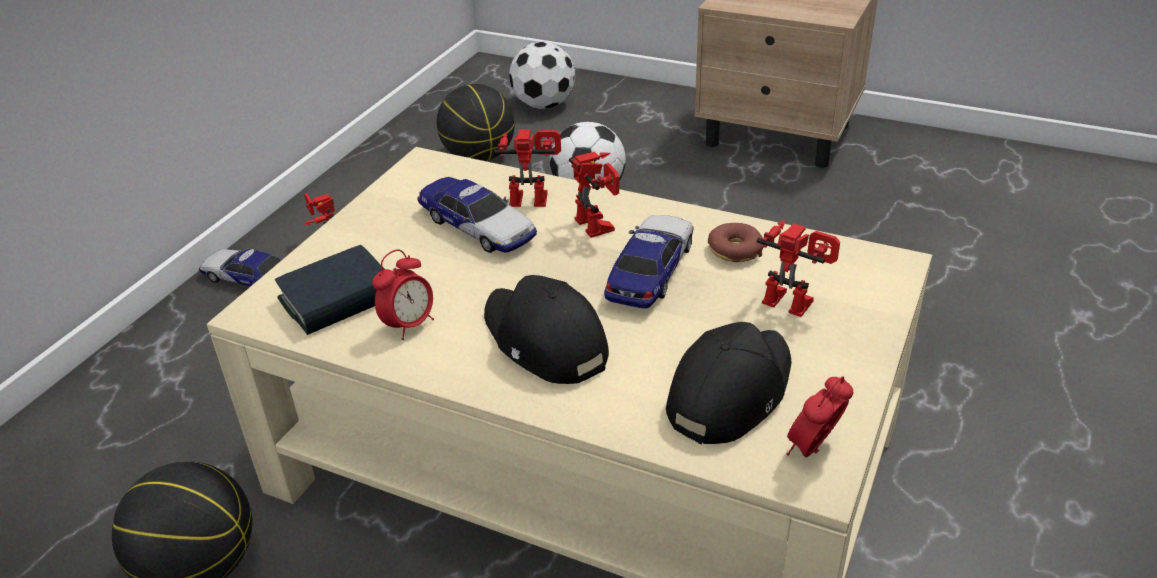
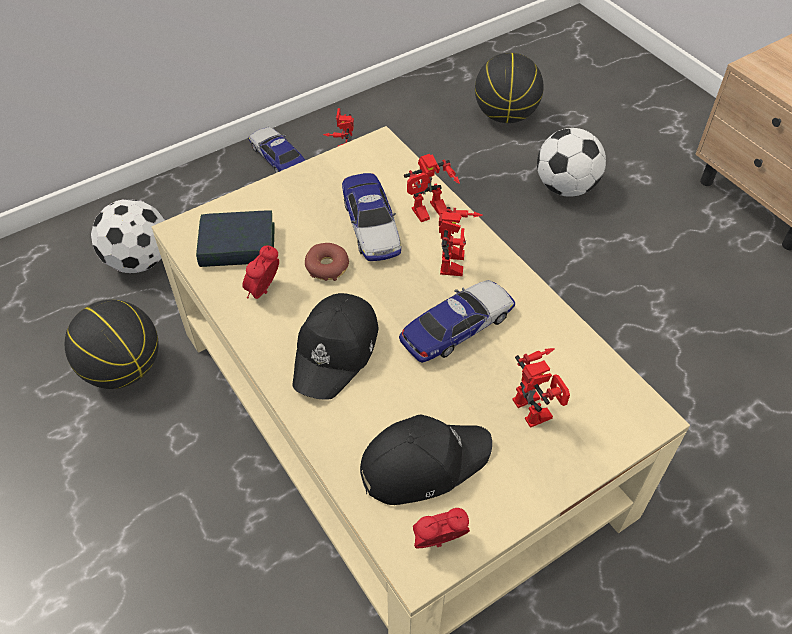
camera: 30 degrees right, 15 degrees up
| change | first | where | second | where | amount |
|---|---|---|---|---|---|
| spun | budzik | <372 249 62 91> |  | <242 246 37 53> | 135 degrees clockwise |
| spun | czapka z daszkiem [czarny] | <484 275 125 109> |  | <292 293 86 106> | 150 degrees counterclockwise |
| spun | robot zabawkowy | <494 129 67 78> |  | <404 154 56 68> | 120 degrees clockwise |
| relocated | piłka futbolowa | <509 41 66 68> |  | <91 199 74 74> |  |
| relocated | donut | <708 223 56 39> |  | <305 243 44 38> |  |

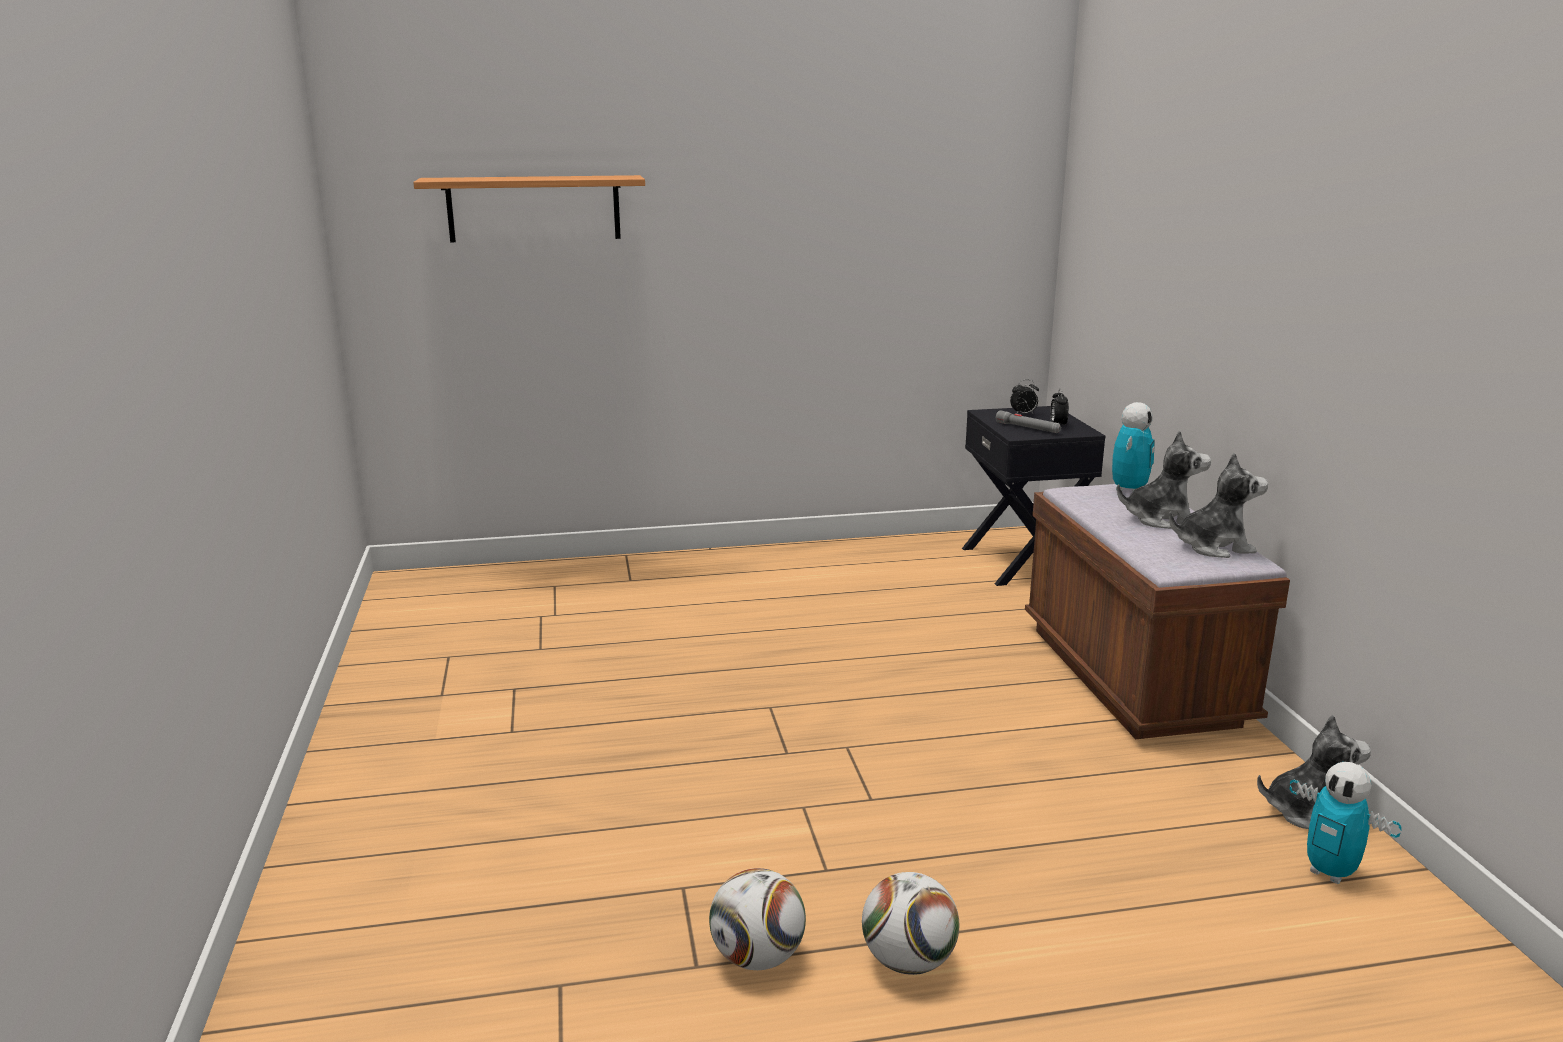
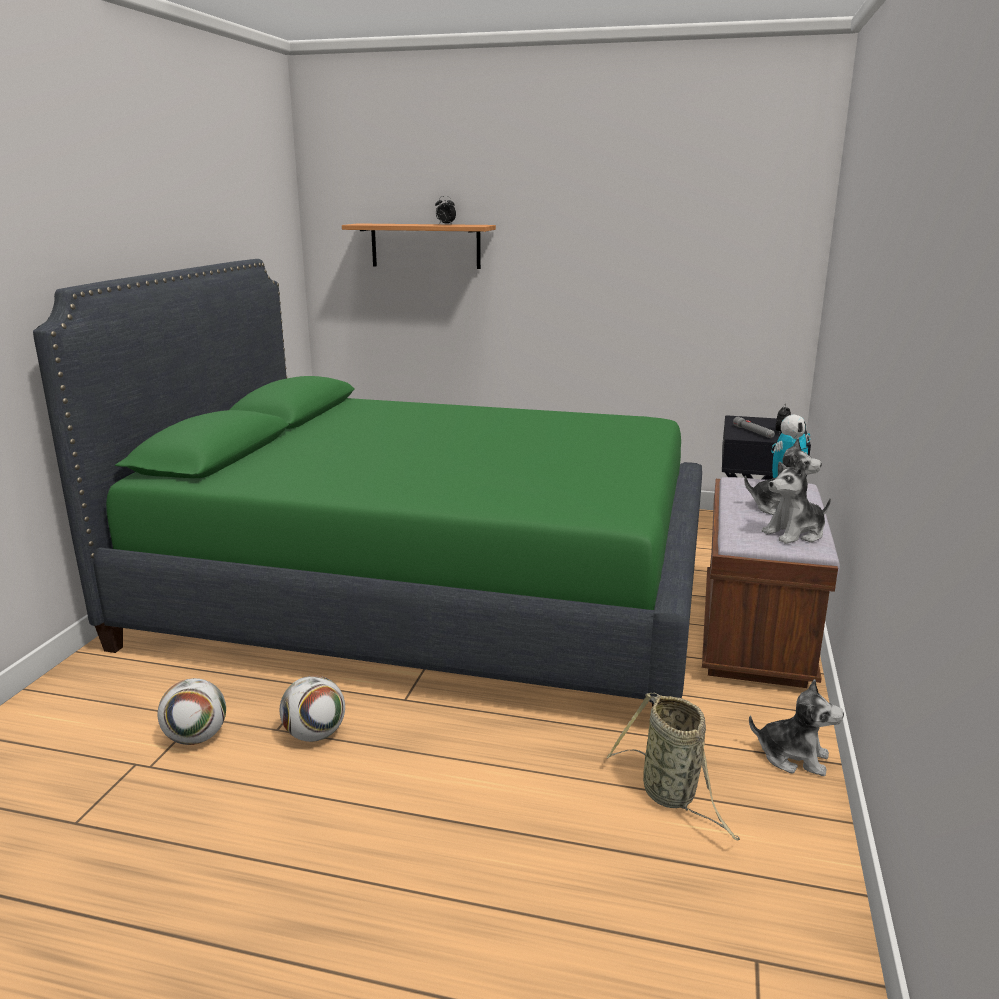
camera: 25 degrees right, 0 degrees up
| change | first | where | second | where | amount |
|---|---|---|---|---|---|
| relocated | piłka futbolowa | <862 872 97 103> |  | <158 678 68 67> |  |
| relocated | budzik | <1010 380 29 34> |  | <435 196 21 28> |  |
| spun | pluszak | <1169 453 99 105> |  | <761 460 70 84> | 135 degrees clockwise |
| missing | robot zabawkowy | <1290 762 112 122> |  |  |  |
| appeared |  |  | łóżko [zielony] | <33 259 669 448> |  |
| appeared |  |  | koszyk | <607 693 133 147> |  |

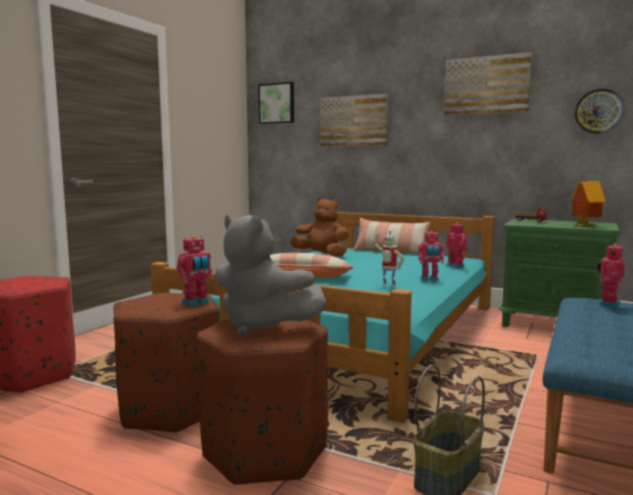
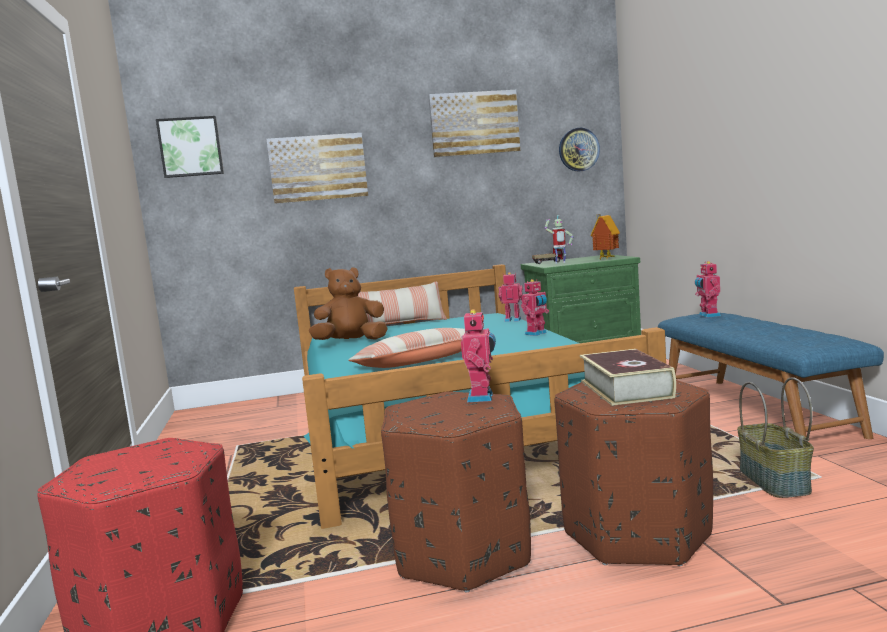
camera: 40 degrees left, 0 degrees up
| change | first | where | second | where | amount |
|---|---|---|---|---|---|
| exchanged | pluszak [szary] | <215 215 112 121> | książka | <580 349 96 57> |  |
| relocated | robot zabawkowy | <374 230 30 57> |  | <545 215 28 49> |  |

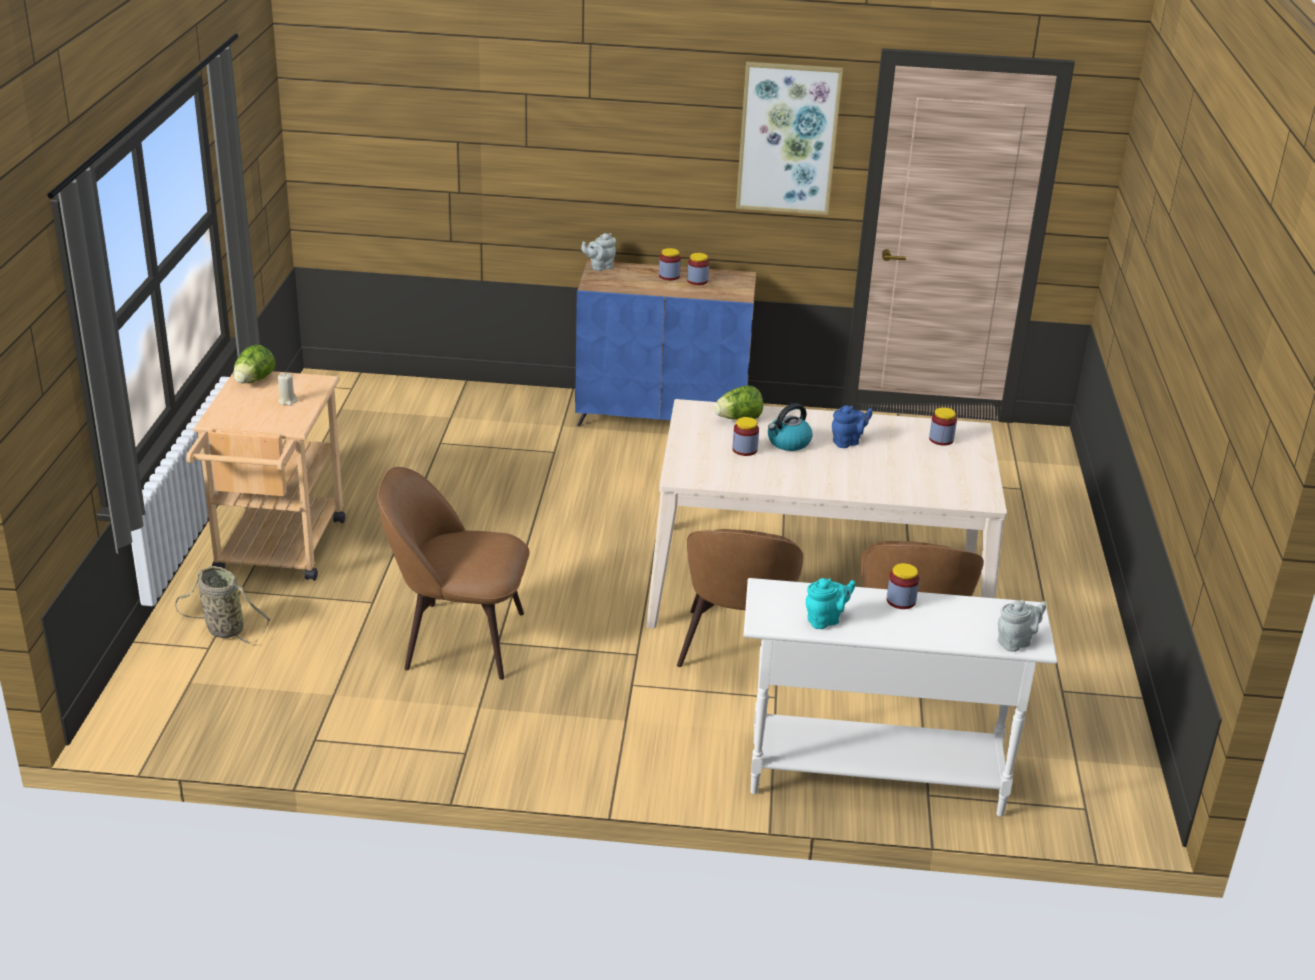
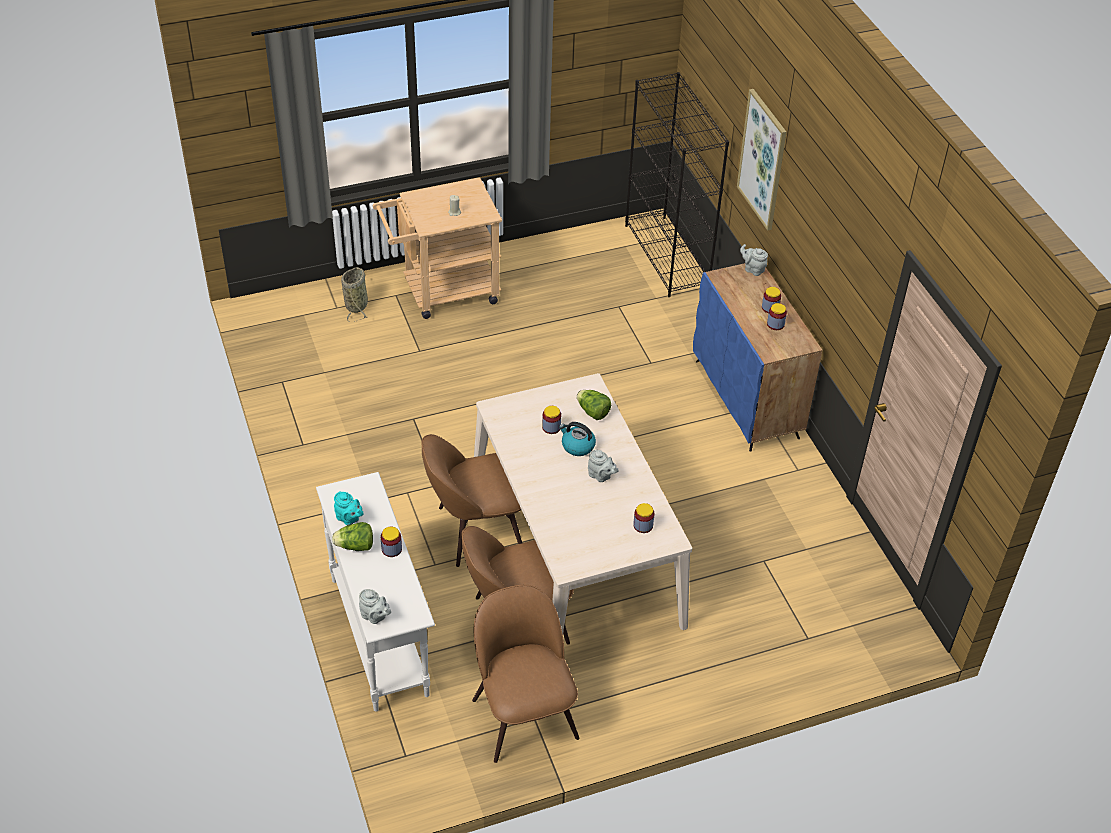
camera: 65 degrees right, 15 degrees up
| change | first | where | second | where | amount |
|---|---|---|---|---|---|
| relocated | sałata | <233 345 43 38> |  | <332 522 41 29> |  |
| relocated | krzesło [brązowy] | <377 467 153 213> |  | <472 585 107 178> |  |
| relocated | obraz | <736 62 107 153> |  | <737 89 49 142> |  |
| colour | imbryk [niebieski] | <832 405 40 43> | imbryk [szary] | <588 449 30 33> |  |
| appeared |  |  | regał [czarny] | <625 72 104 225> |  |

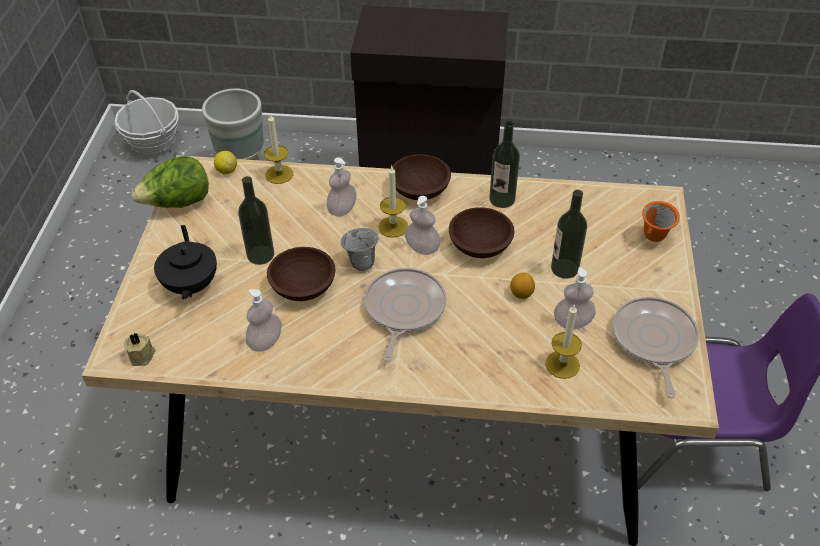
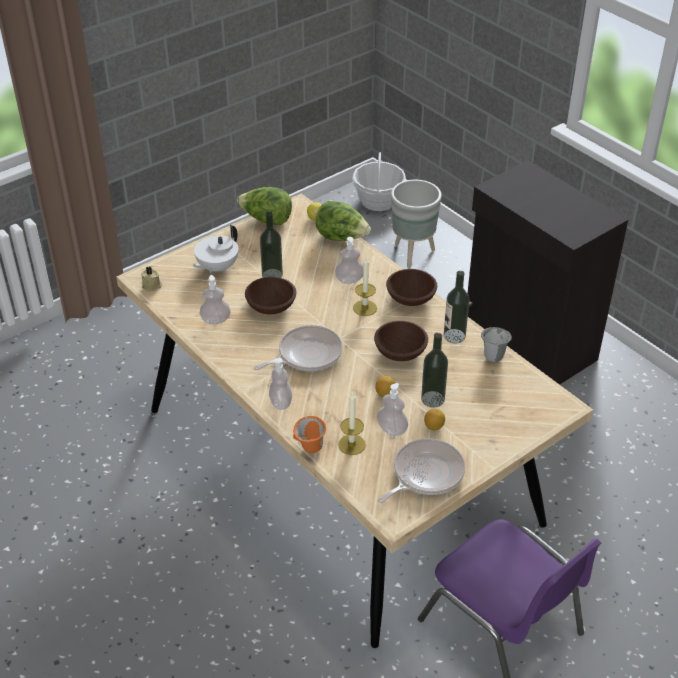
camera: 45 degrees right, 5 degrees down
| change | first | where | second | where | amount |
|---|---|---|---|---|---|
| colour | imbryk [czarny] | <154 225 63 75> | imbryk [biały] | <192 225 47 49> |  |
| exchanged | świeca | <264 114 29 70> | sałata | <315 201 56 40> |  |
| relocated | kubek [szary] | <341 228 37 43> |  | <481 327 31 35> |  |
| relocated | dozownik mydła | <405 196 36 59> |  | <269 358 23 52> |  |
| relocated | kubek [pomarańczowy] | <642 201 38 41> |  | <293 416 33 37> |  |
| appeared |  |  | cytryna | <424 408 21 23> |  |

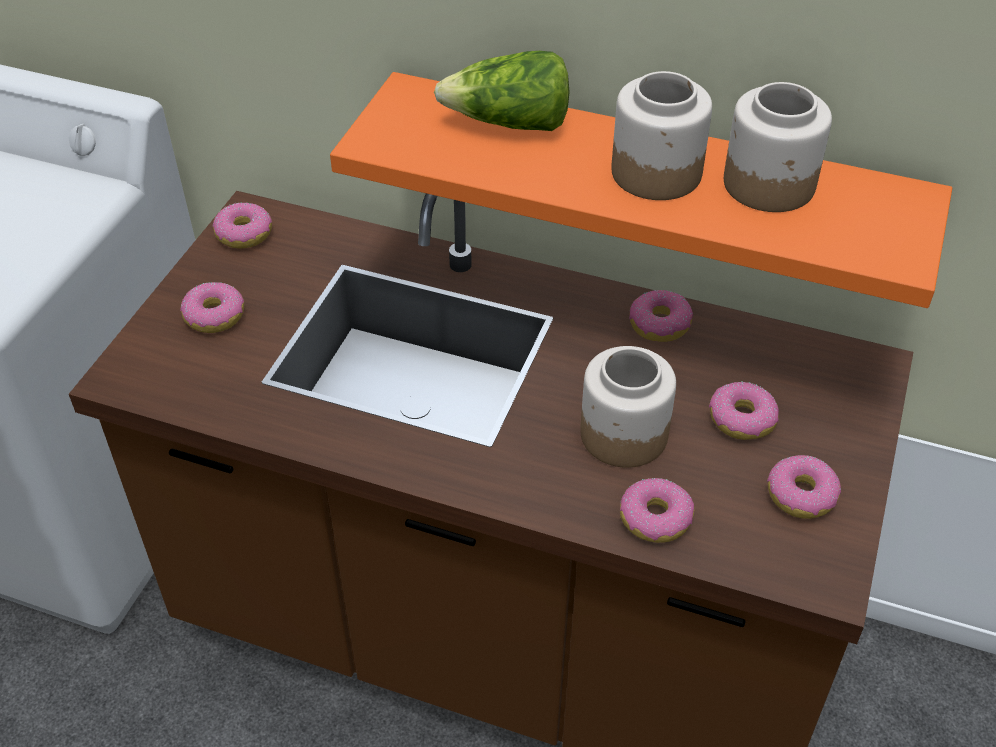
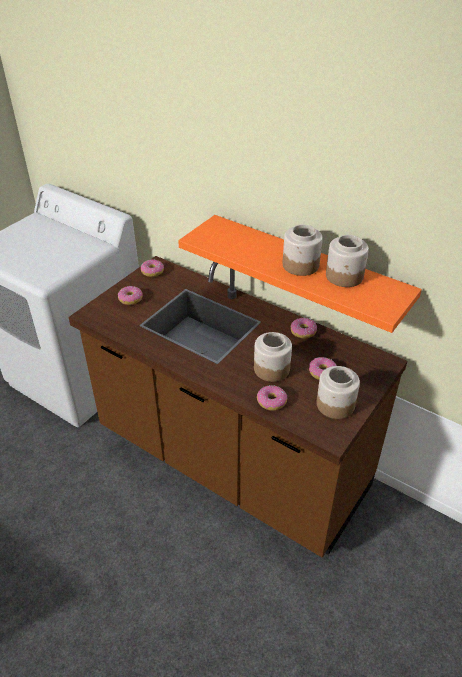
camera: 15 degrees right, 5 degrees down
| change | first | where | second | where | amount |
|---|---|---|---|---|---|
| missing | sałata | <434 51 136 80> |  |  |  |
| exchanged | donut | <767 455 74 64> | słoik | <316 366 44 53> |  |

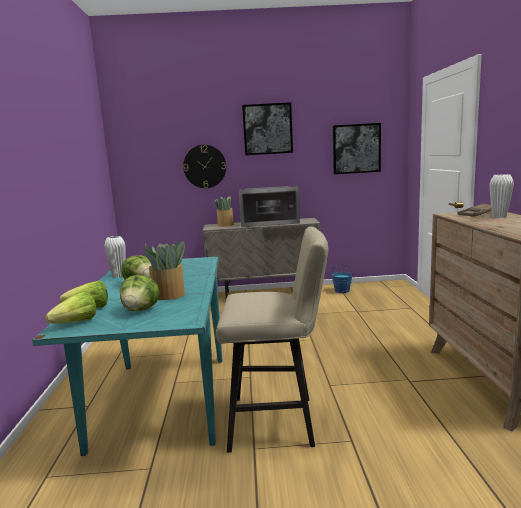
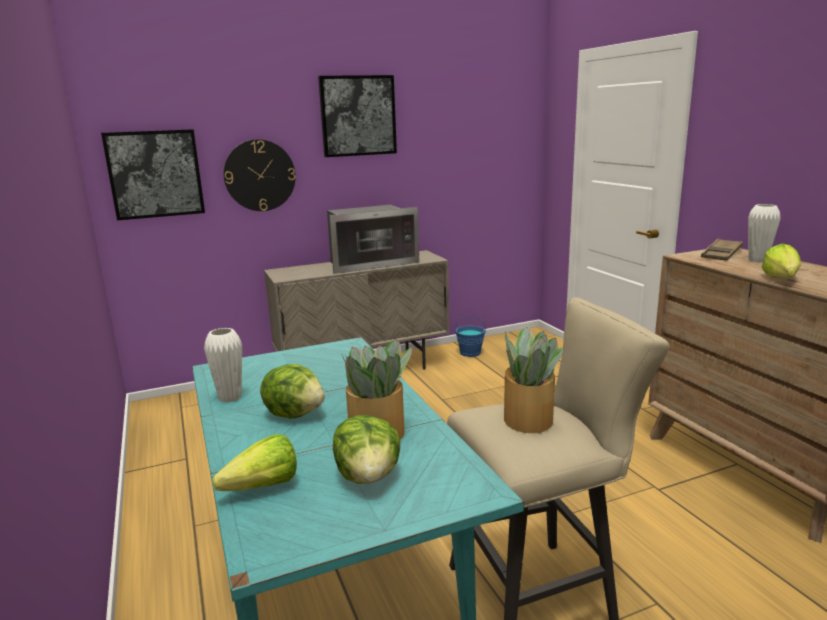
camera: 20 degrees left, 5 degrees up
| change | first | where | second | where | amount |
|---|---|---|---|---|---|
| relocated | sałata | <45 291 51 32> |  | <762 244 39 34> |  |
| relocated | roślina doniczkowa | <214 196 20 31> |  | <504 327 60 106> |  |
| relocated | obraz | <333 123 48 51> |  | <101 129 104 91> |  |

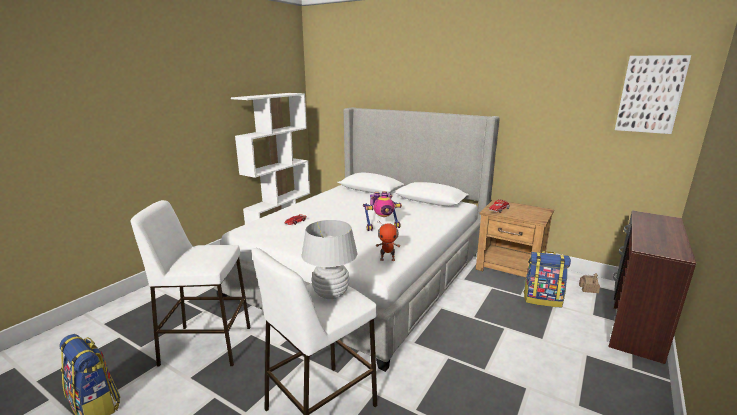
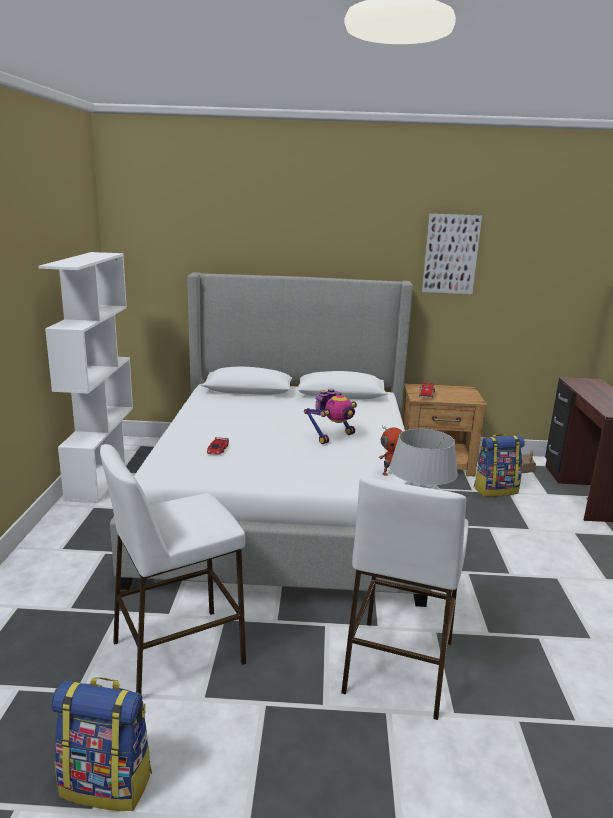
camera: 30 degrees left, 0 degrees up
| change | first | where | second | where | amount |
|---|---|---|---|---|---|
| relocated | obraz | <615 55 76 79> |  | <422 214 60 80> |  |

